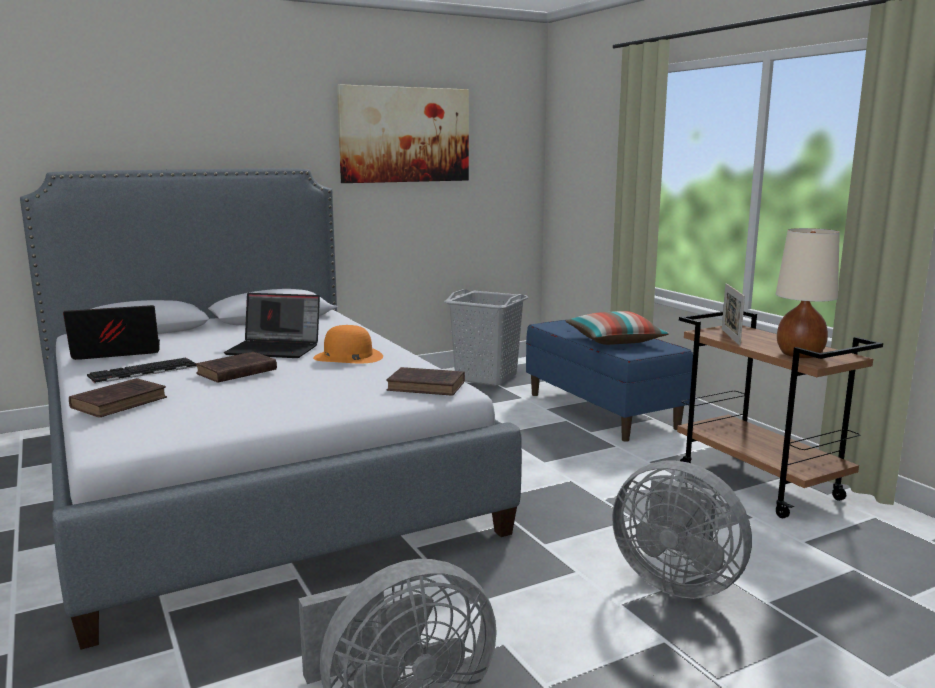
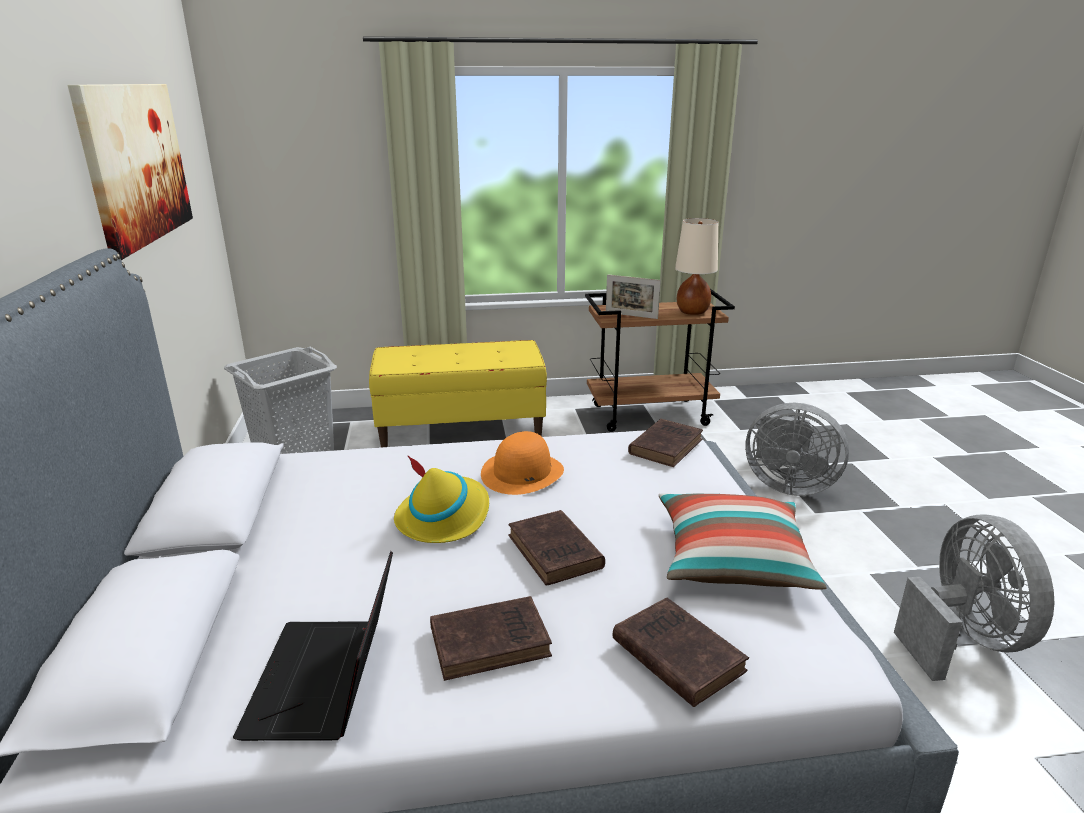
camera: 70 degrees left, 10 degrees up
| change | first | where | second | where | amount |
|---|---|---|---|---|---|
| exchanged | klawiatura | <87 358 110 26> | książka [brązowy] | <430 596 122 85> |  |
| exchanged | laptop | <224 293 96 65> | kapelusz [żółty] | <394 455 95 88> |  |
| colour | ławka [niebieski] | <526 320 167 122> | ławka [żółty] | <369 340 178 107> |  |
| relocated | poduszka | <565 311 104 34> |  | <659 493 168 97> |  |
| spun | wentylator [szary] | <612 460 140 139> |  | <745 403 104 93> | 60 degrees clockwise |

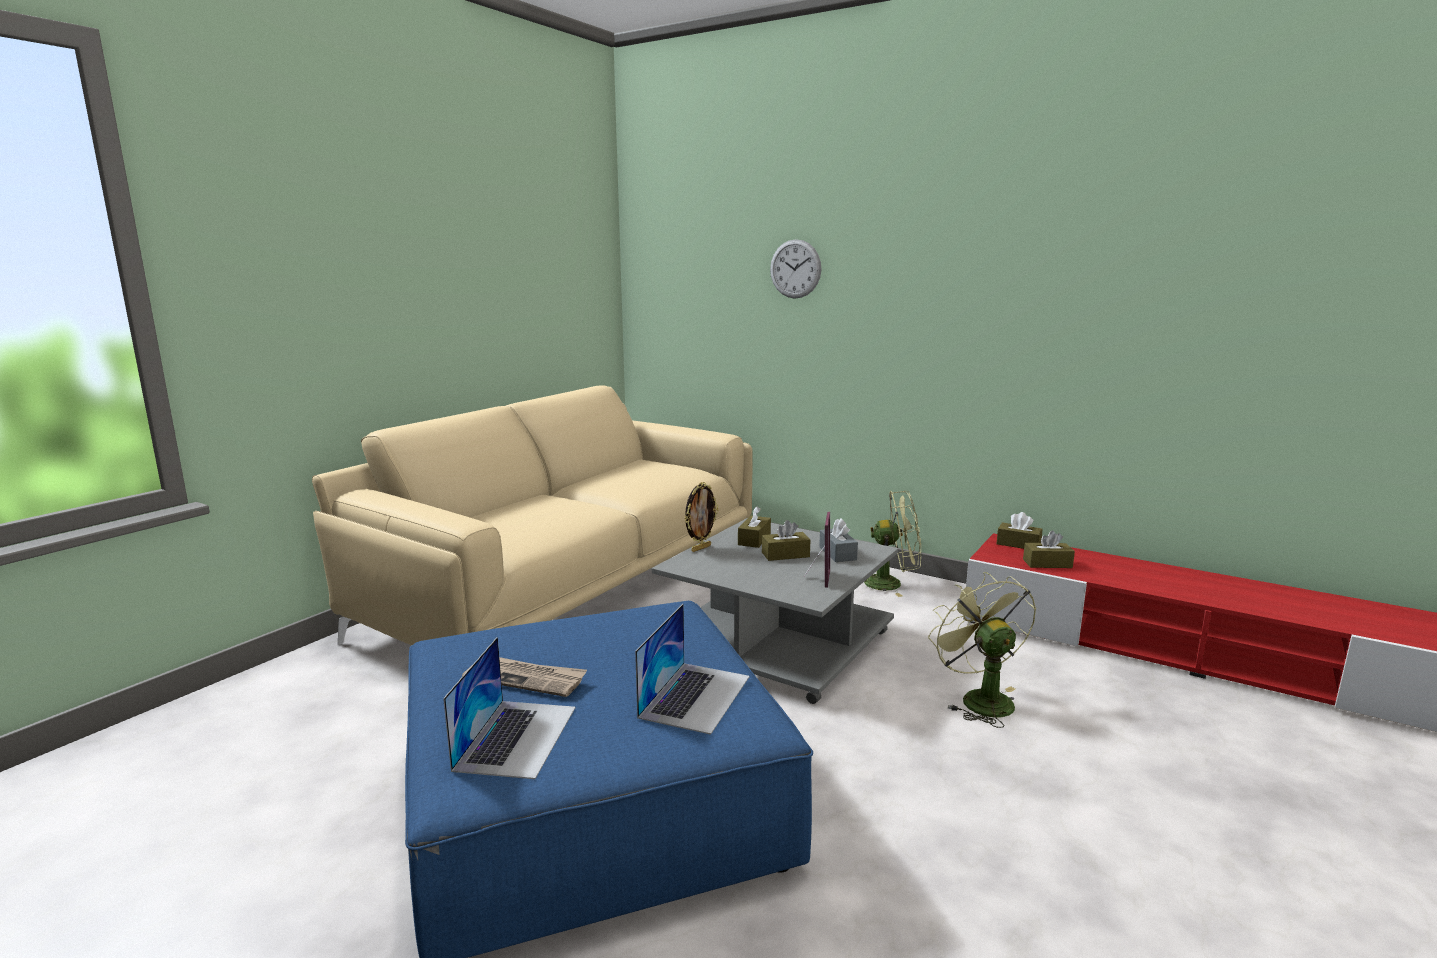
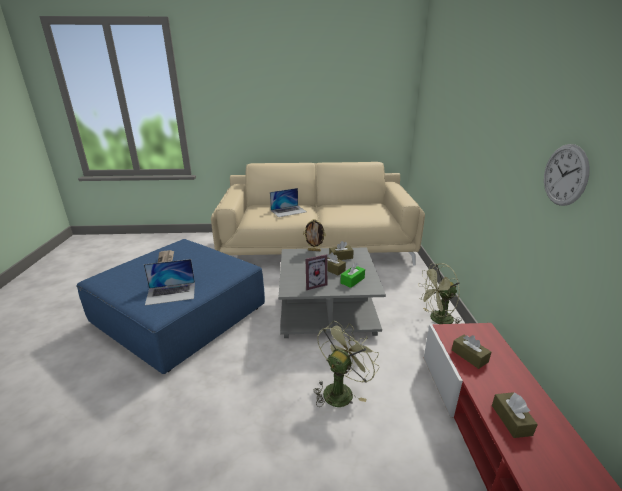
camera: 55 degrees right, 10 degrees up
| change | first | where | second | where | amount |
|---|---|---|---|---|---|
| relocated | laptop | <443 637 133 142> |  | <270 188 36 29> |  |
| relocated | zegar ścienny | <770 239 52 60> |  | <544 144 46 62> |  |
| colour | pudełko chusteczek [szary] | <819 518 39 44> | pudełko chusteczek [zielony] | <340 263 25 25> |  |
| spun | wentylator [zielony] | <864 491 57 106> |  | <418 263 44 61> | 105 degrees clockwise |
| relocated | pudełko chusteczek [brązowy] | <997 512 45 37> |  | <492 392 46 46> |  |

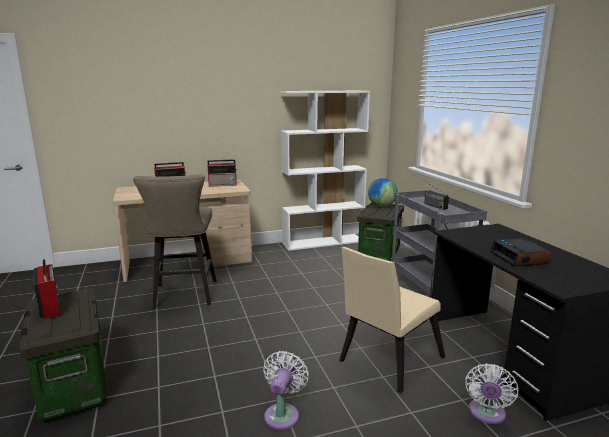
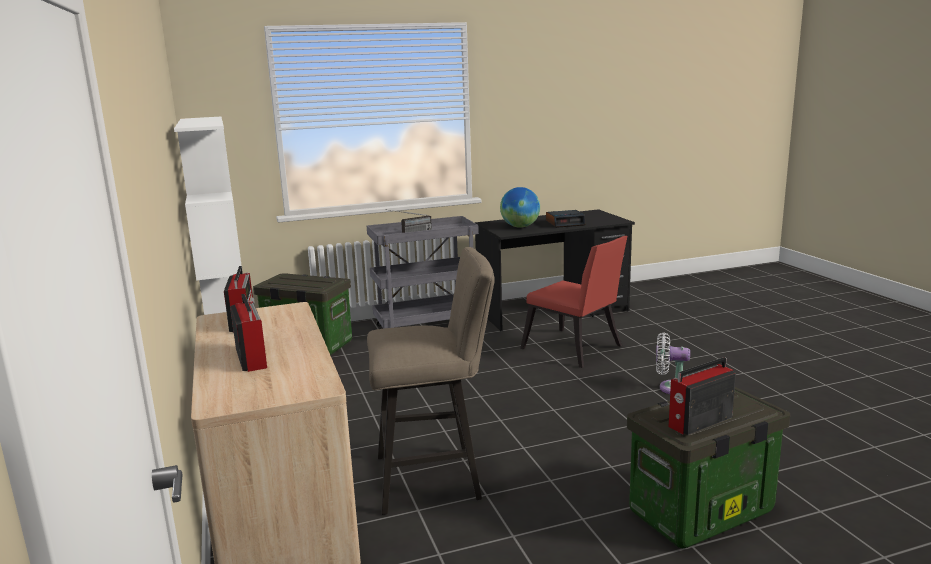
camera: 90 degrees left, 0 degrees up
| change | first | where | second | where | amount |
|---|---|---|---|---|---|
| colour | krzesło [beżowy] | <339 247 107 146> | krzesło [czerwony] | <520 236 107 132> |  |
| relocated | globus | <368 178 30 29> |  | <500 187 40 41> |  |
| missing | wentylator [biały] | <465 363 53 61> |  |  |  |

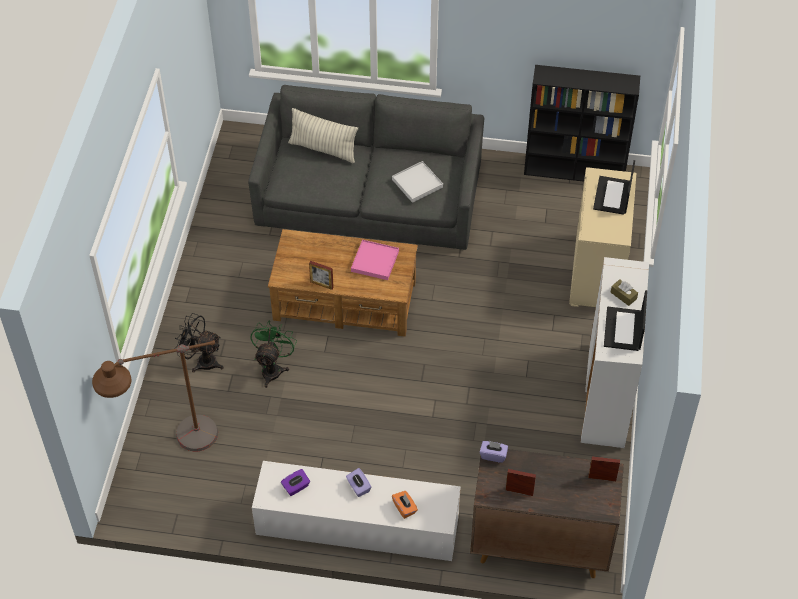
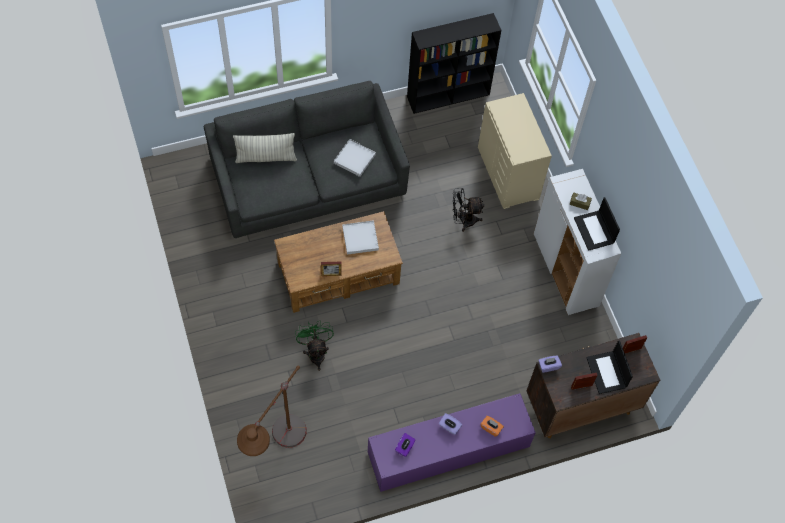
camera: 30 degrees left, 10 degrees up
| change | first | where | second | where | amount |
|---|---|---|---|---|---|
| relocated | wentylator [czarny] | <175 313 49 60> |  | <453 188 31 44> |  |
| colour | szafka pod telewizor [biały] | <252 461 209 100> | szafka pod telewizor [fioletowy] | <368 393 168 99> |  |
| colour | taca [różowy] | <351 240 48 40> | taca [biały] | <342 220 37 35> |  |
| relocated | laptop | <593 160 42 55> |  | <586 340 47 54> |  |

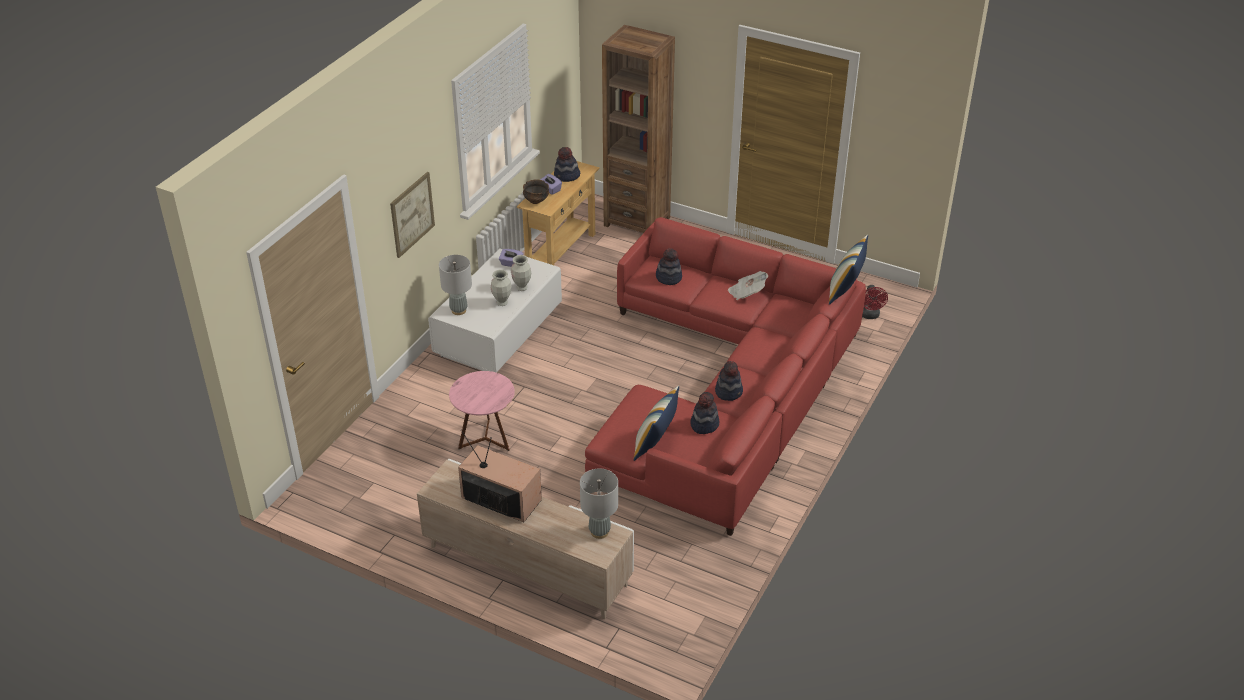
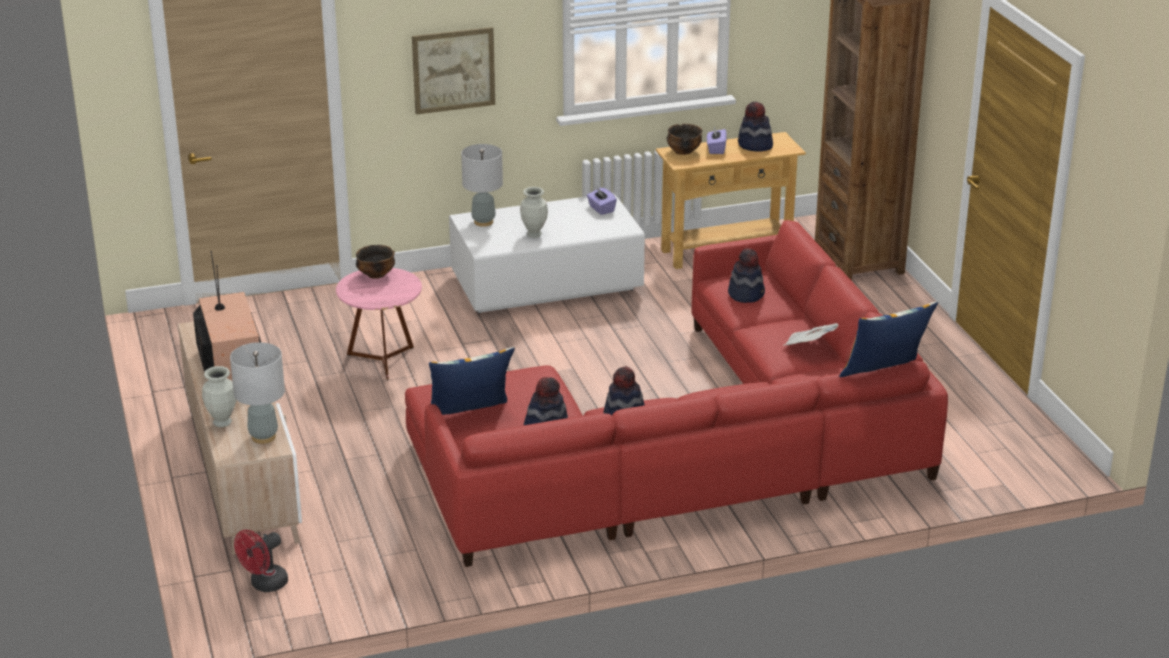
camera: 45 degrees right, 10 degrees down
| change | first | where | second | where | amount |
|---|---|---|---|---|---|
| relocated | wazon | <511 255 20 36> |  | <202 366 34 61> |  |
| relocated | wentylator [czerwony] | <862 285 26 34> |  | <234 530 54 62> |  |
| appeared |  |  | miska | <356 245 39 34> |  |

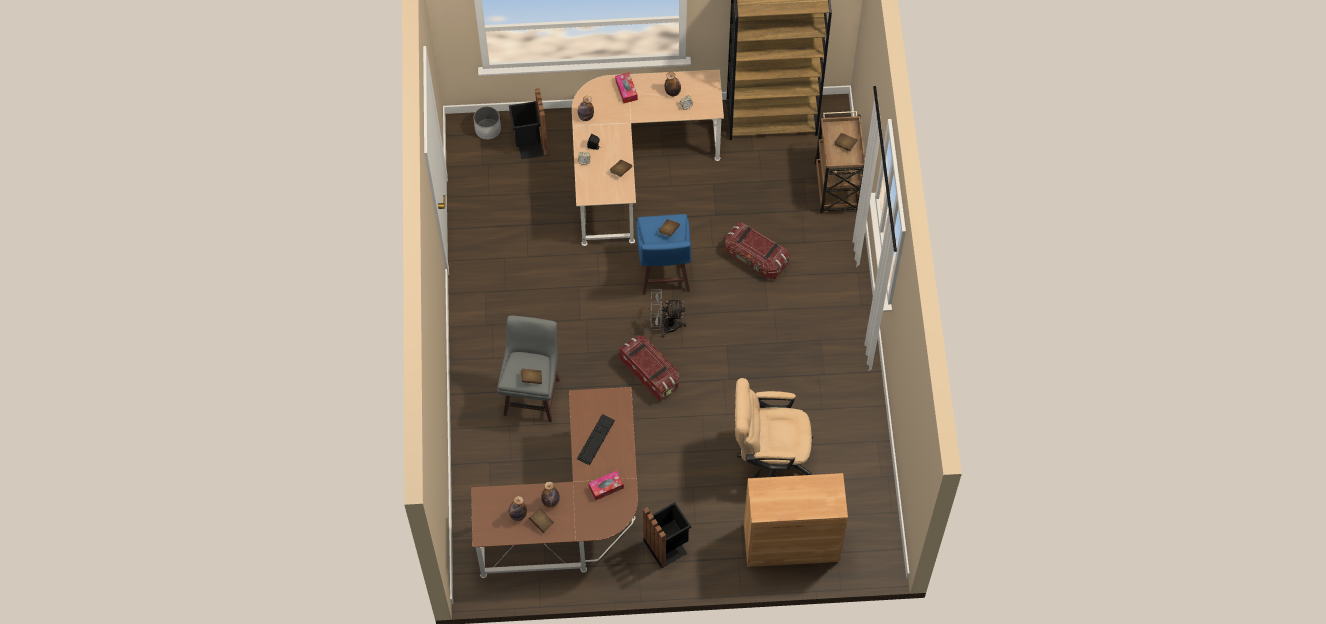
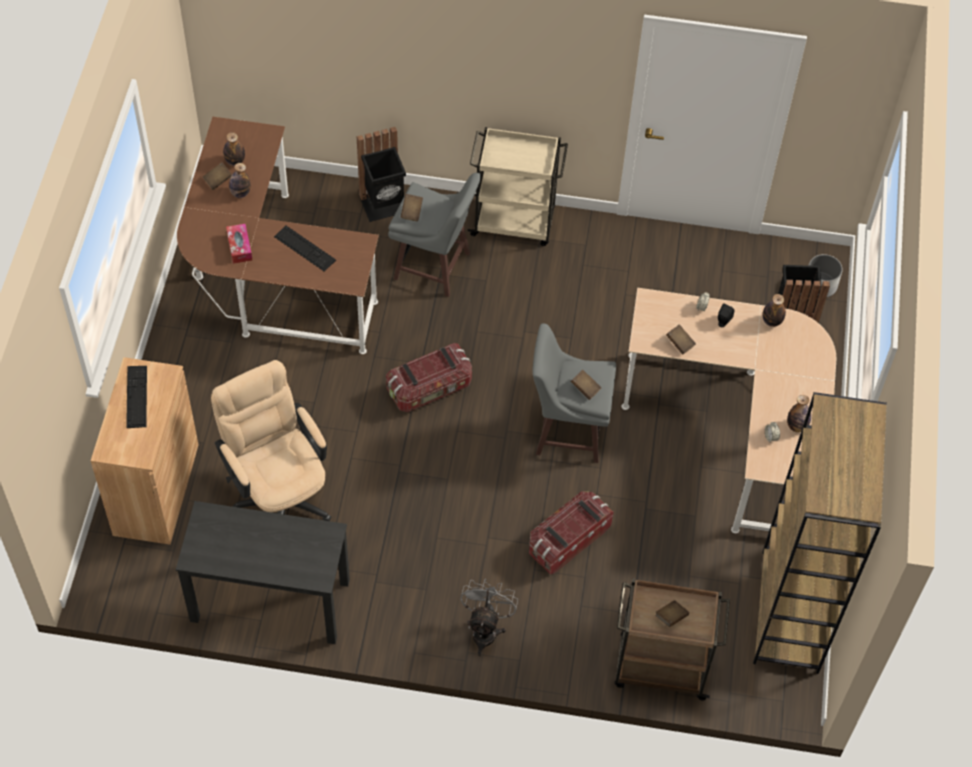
camera: 100 degrees right, 5 degrees down
| change | first | where | second | where | amount |
|---|---|---|---|---|---|
| missing | pudełko chusteczek | <615 72 23 31> |  |  |  |
| colour | stołek [niebieski] | <636 214 55 81> | stołek [szary] | <532 323 84 140> |  |
| relocated | kosz na śmieci [czarny] | <643 502 48 66> |  | <357 127 49 95> |  |
| relocated | wentylator [szary] | <651 289 36 49> |  | <460 579 58 77> |  |
| spun | krzesło biurowe [beżowy] | <735 378 78 100> |  | <211 360 120 161> | 45 degrees counterclockwise |
| appeared |  |  | klawiatura | <126 366 21 62> |  |
| appeared |  |  | biurko [czarny] | <176 501 174 143> |  |
| appeared |  |  | wózek [beżowy] | <468 127 100 119> |  |

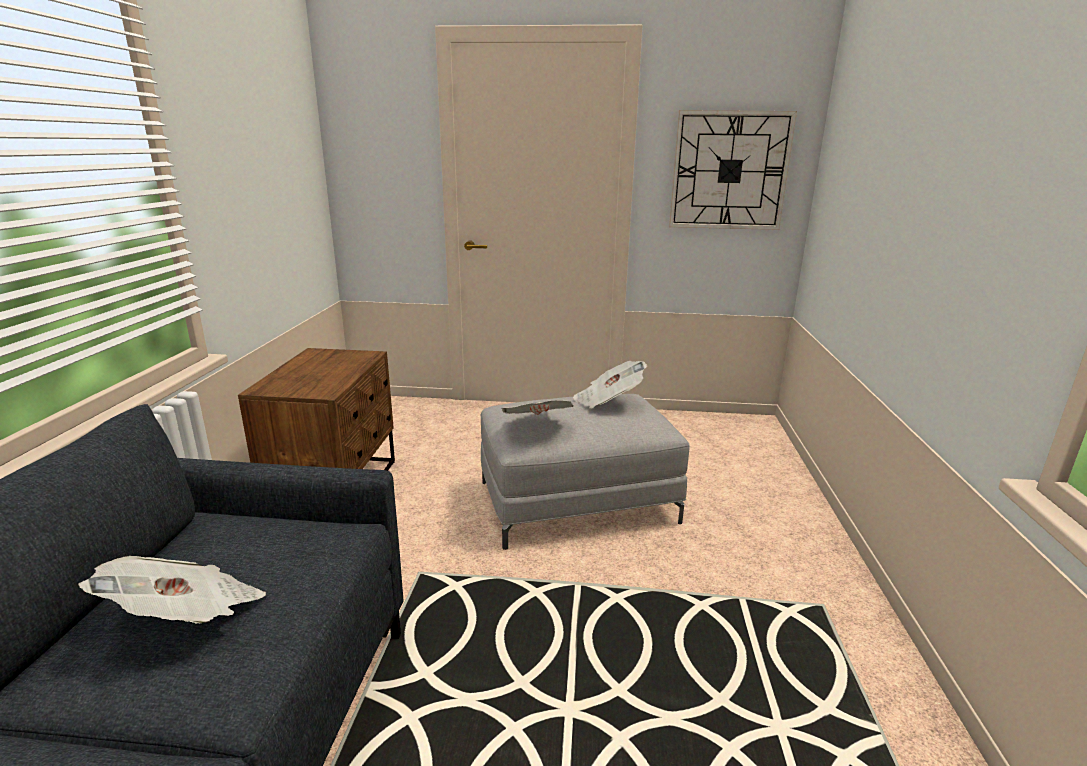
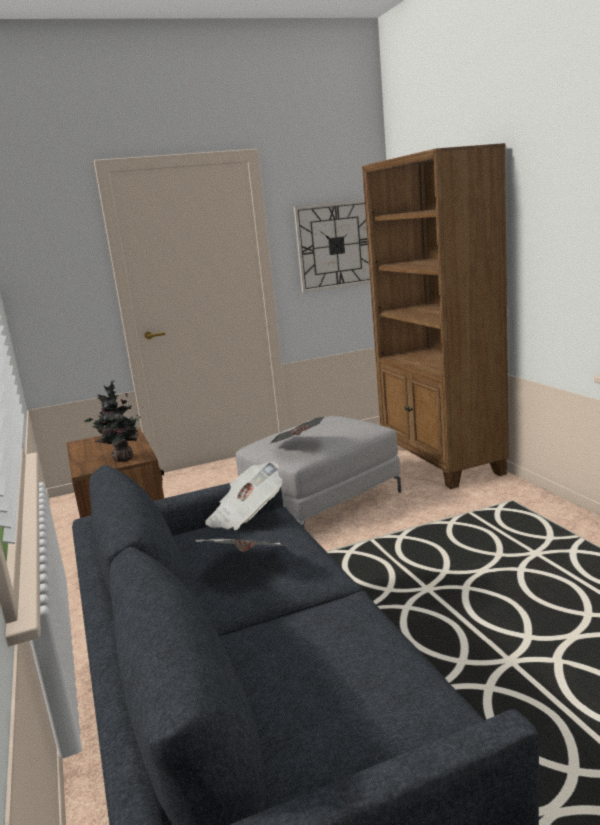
camera: 25 degrees left, 5 degrees down
| change | first | where | second | where | amount |
|---|---|---|---|---|---|
| relocated | gazeta | <573 361 75 48> |  | <205 462 77 68> |  |
| appeared |  |  | roślina doniczkowa | <84 380 59 82> |  |
| appeared |  |  | regał [brązowy] | <362 143 147 346> |  |

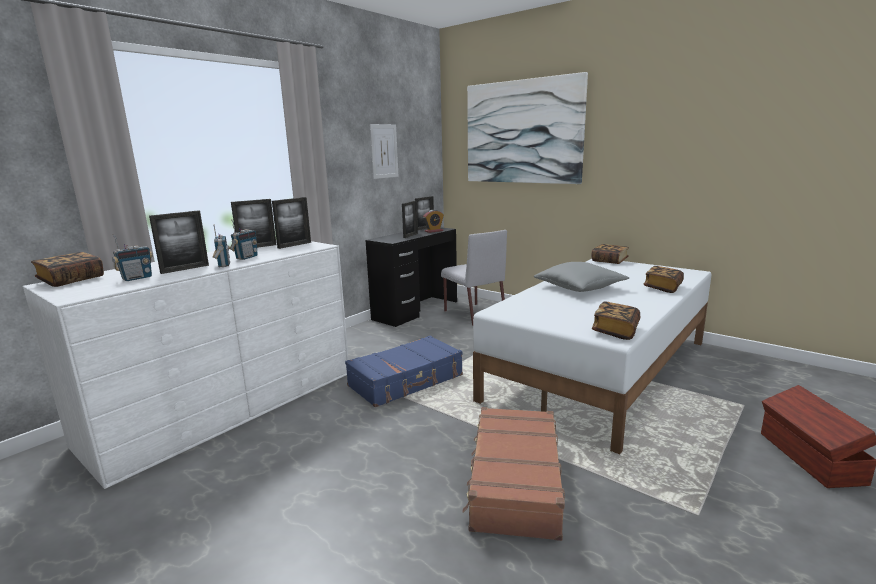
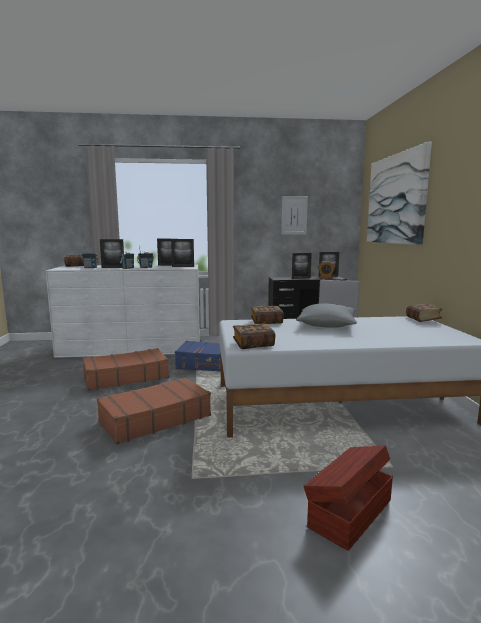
camera: 45 degrees right, 5 degrees down
| change | first | where | second | where | amount |
|---|---|---|---|---|---|
| relocated | książka | <644 266 40 27> |  | <251 306 33 18> |  |
| appeared |  |  | walizka [brązowy] | <83 348 86 43> |  |

